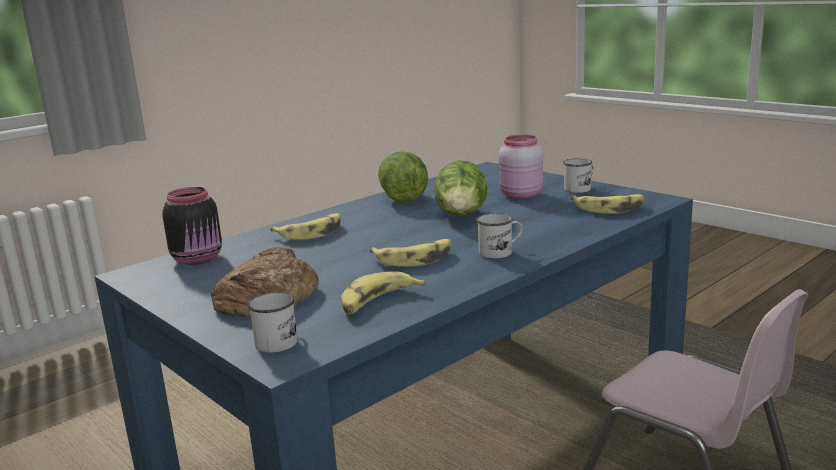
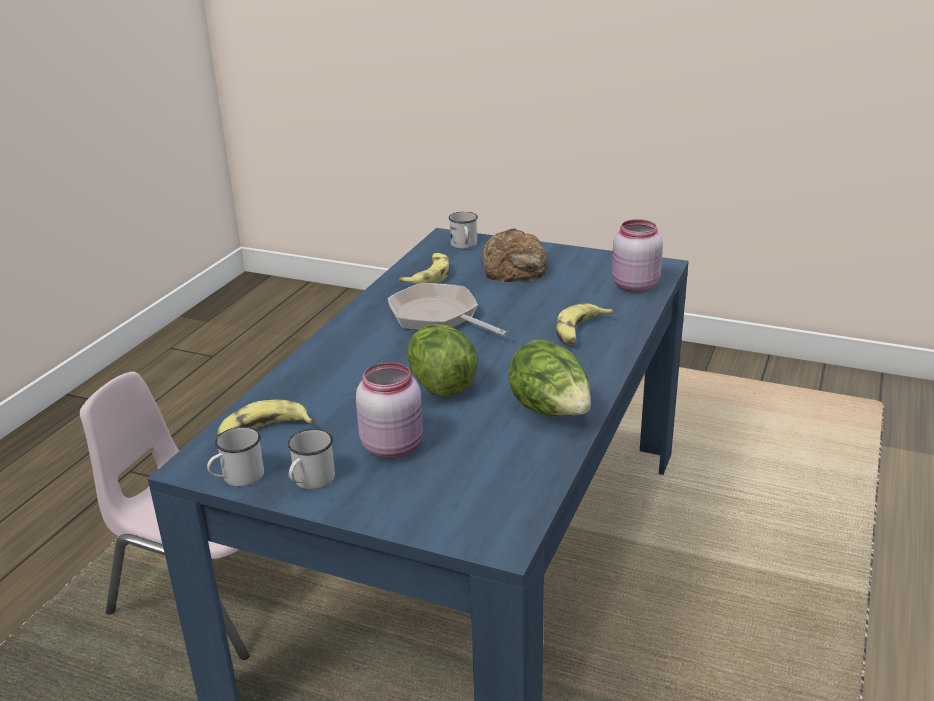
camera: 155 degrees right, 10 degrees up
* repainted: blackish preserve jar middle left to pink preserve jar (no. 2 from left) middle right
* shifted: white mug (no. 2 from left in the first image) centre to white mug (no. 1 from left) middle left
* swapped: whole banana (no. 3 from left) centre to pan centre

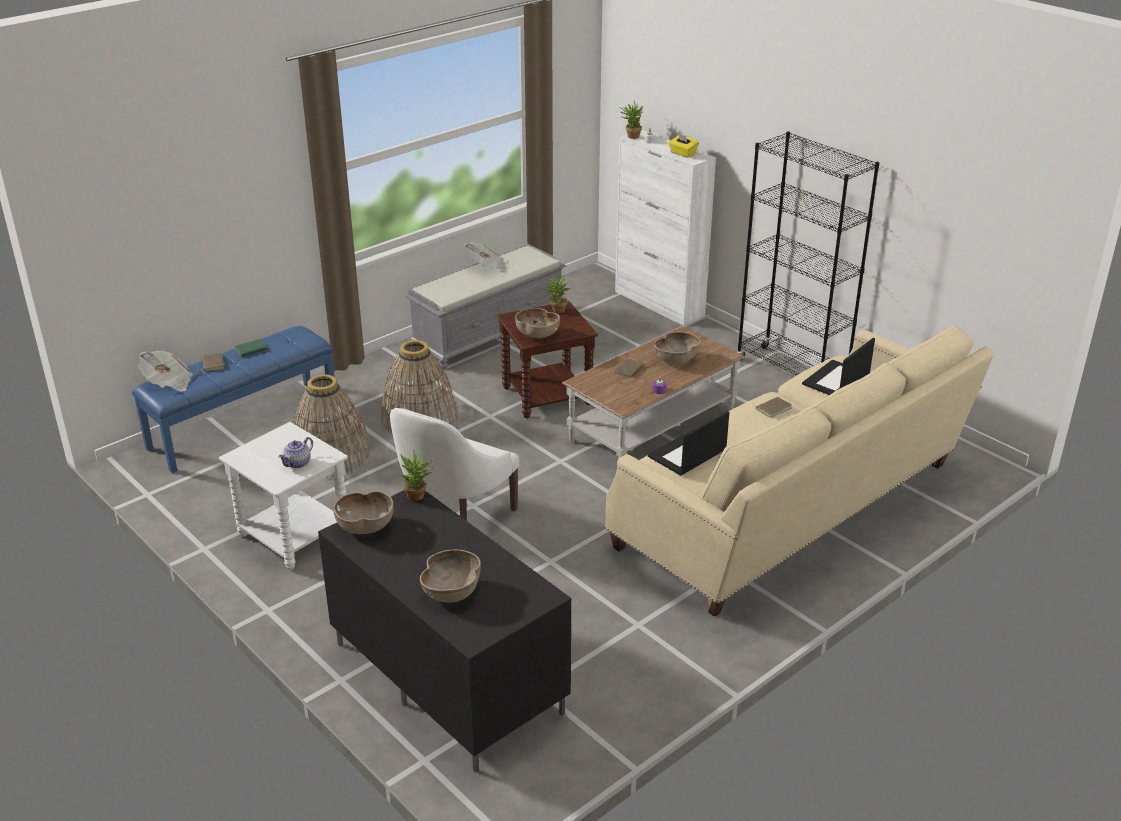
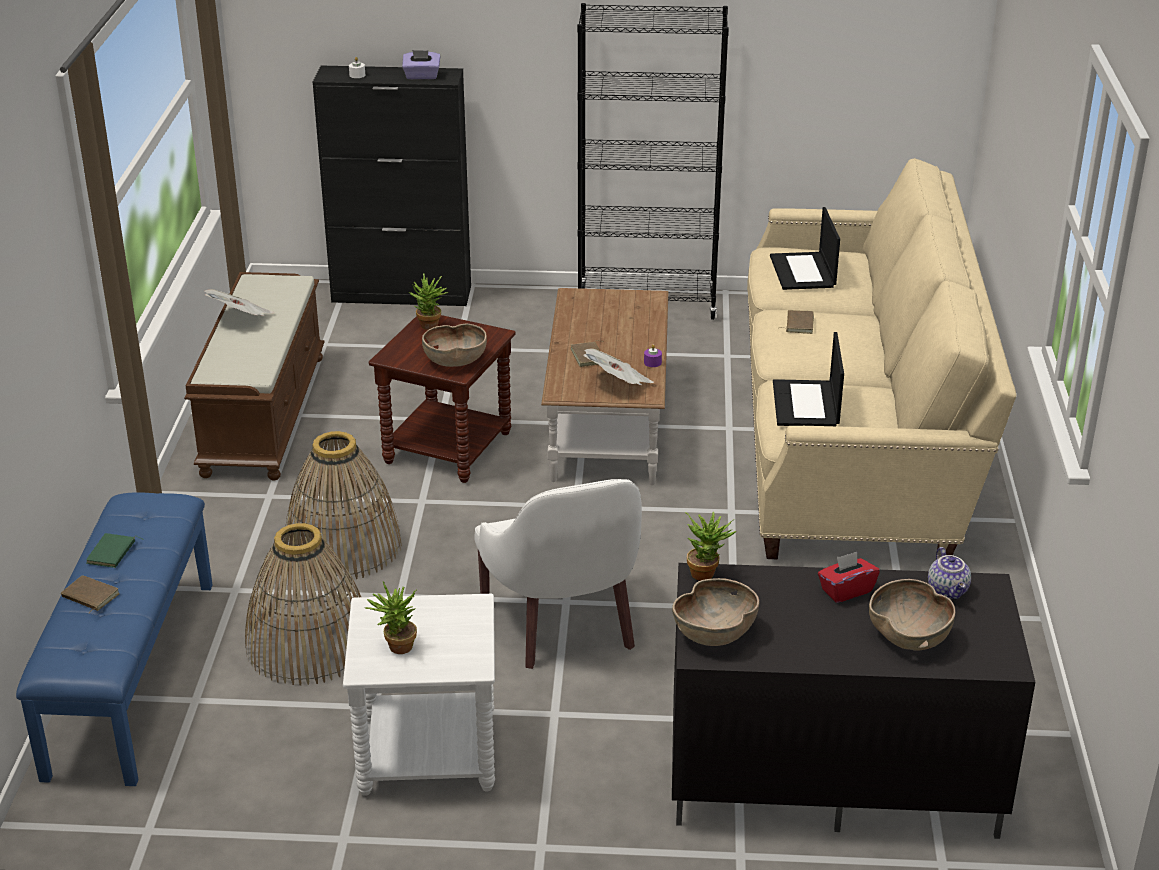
camera: 45 degrees left, 0 degrees up
* shifted: potted plant (no. 3 from left in the first image) top centre to potted plant (no. 1 from left) bottom centre
* repainted: white storage cabinet top centre to blackish storage cabinet top centre
* repainted: yellow-coloured tissue holder top centre to purplish tissue holder top centre
* repainted: grey indoor bench centre to brown-coloured indoor bench middle left
* gone: brown-coloured bowl (no. 4 from left) centre
* shifted: printed paper (no. 1 from left in the first image) middle left to printed paper (no. 2 from left) centre
* shifted: pot for tea middle left to middle right
* new: reddish tissue holder middle right

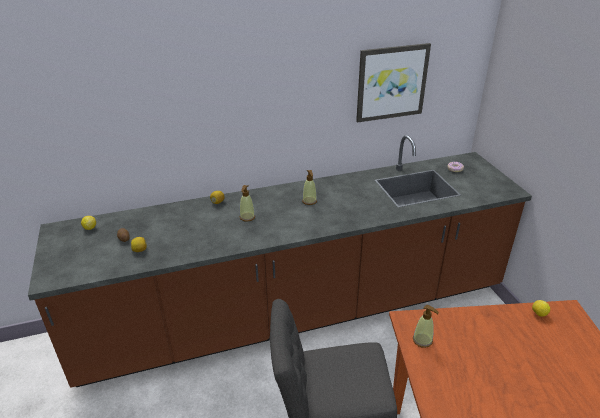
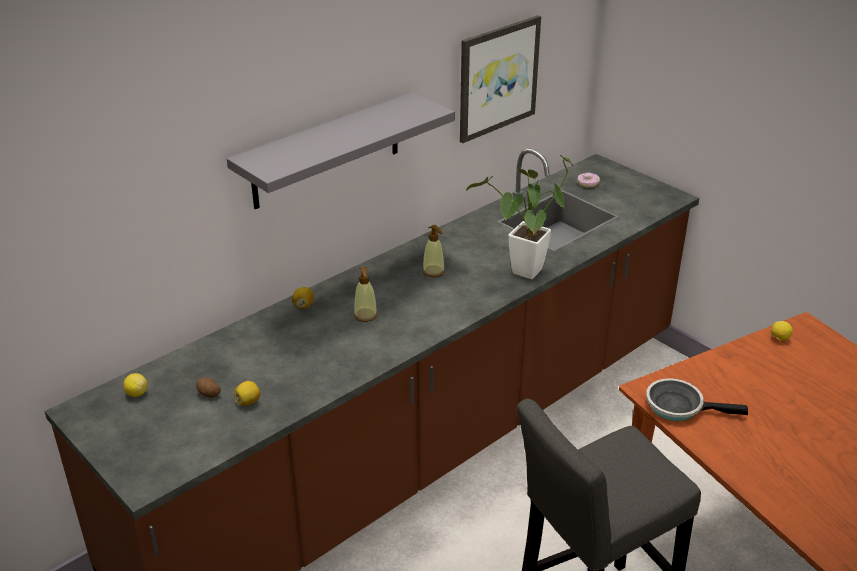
camera: 25 degrees left, 0 degrees up
* swapped: liquid soap bottle (no. 3 from left) bottom right to pan bottom right
* new: grey shelf top centre
* new: potted plant centre

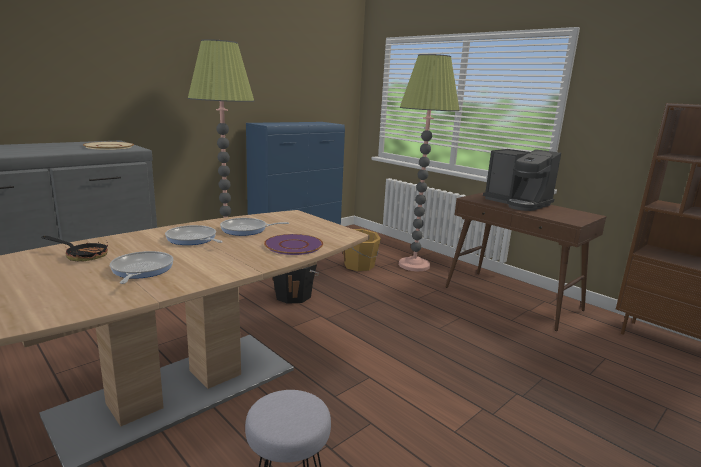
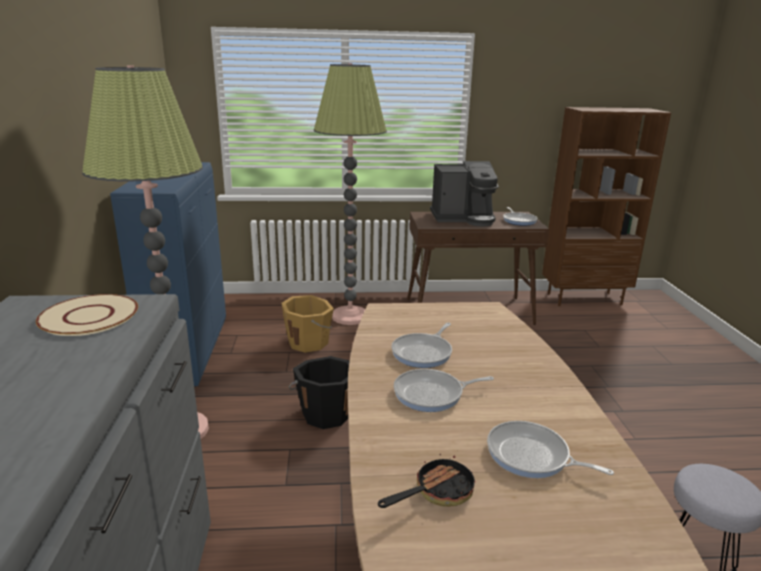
camera: 50 degrees left, 5 degrees up
* gone: purplish flat dish centre
* new: pan (no. 4 from left) middle right

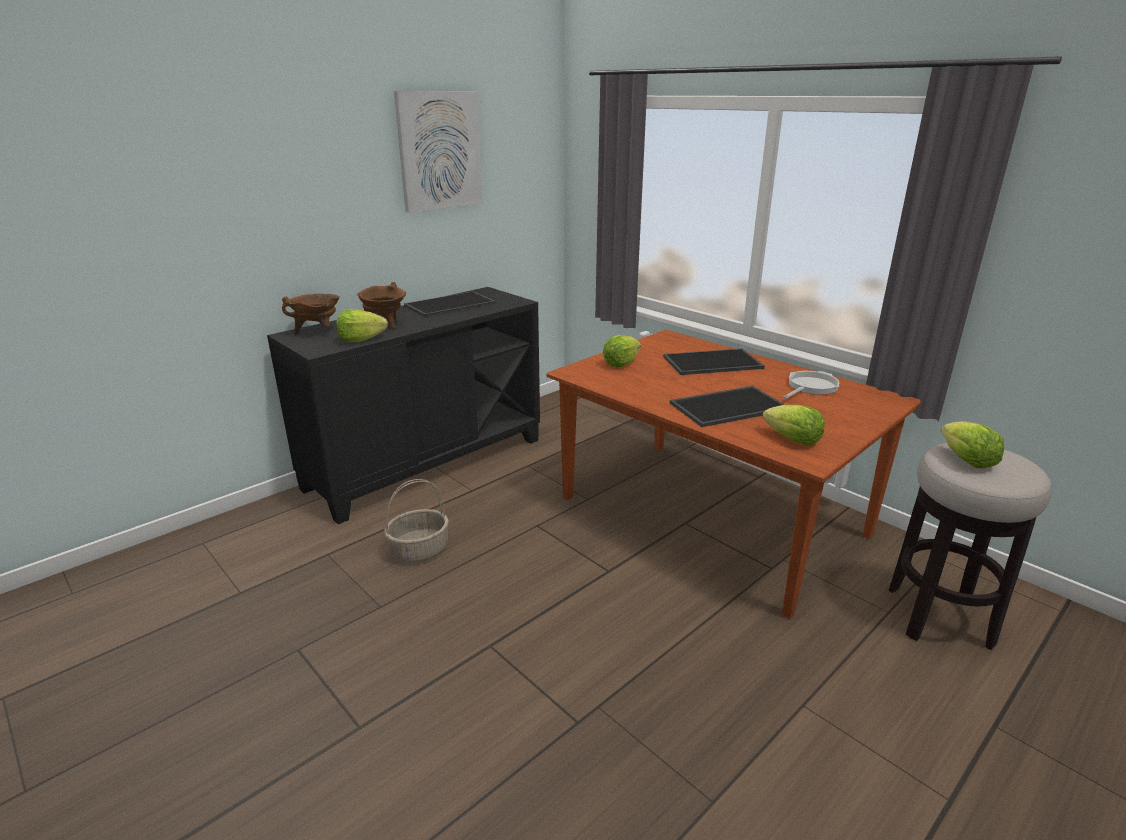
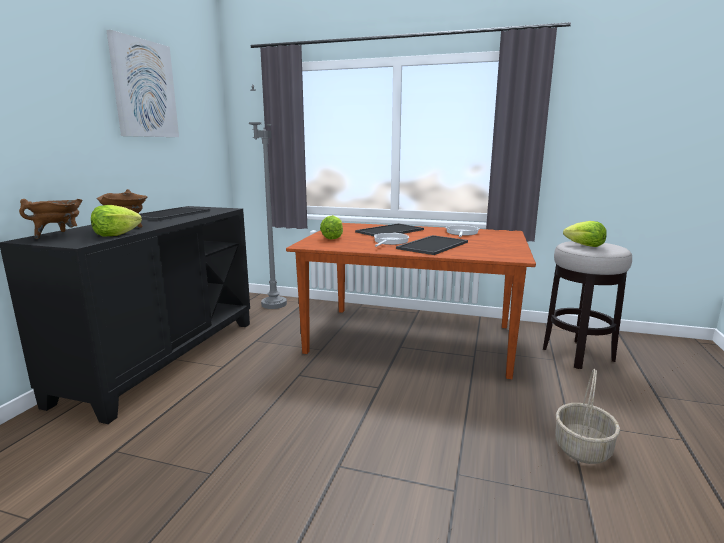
camera: 30 degrees left, 10 degrees down
* gone: lettuce head (no. 3 from left) middle right
* shifted: household basket centre to bottom right
* new: grey standing lamp centre
* new: pan (no. 1 from left) centre

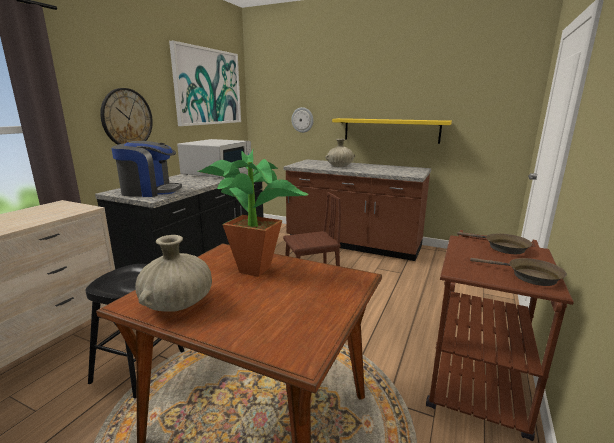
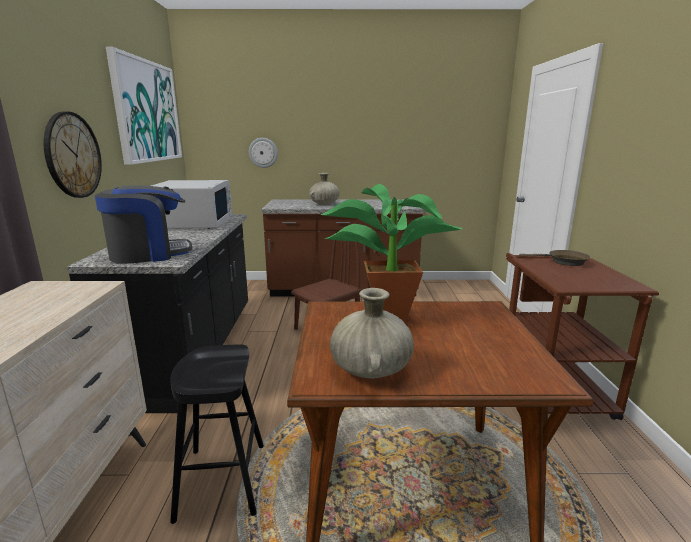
camera: 25 degrees left, 0 degrees up
* gone: yellow-coloured shelf top centre
* gone: brown-coloured pan (no. 2 from left) middle right

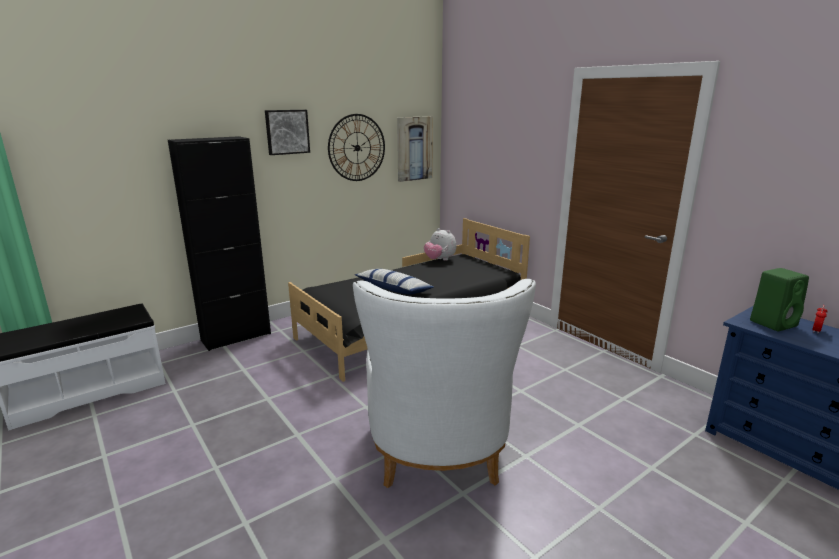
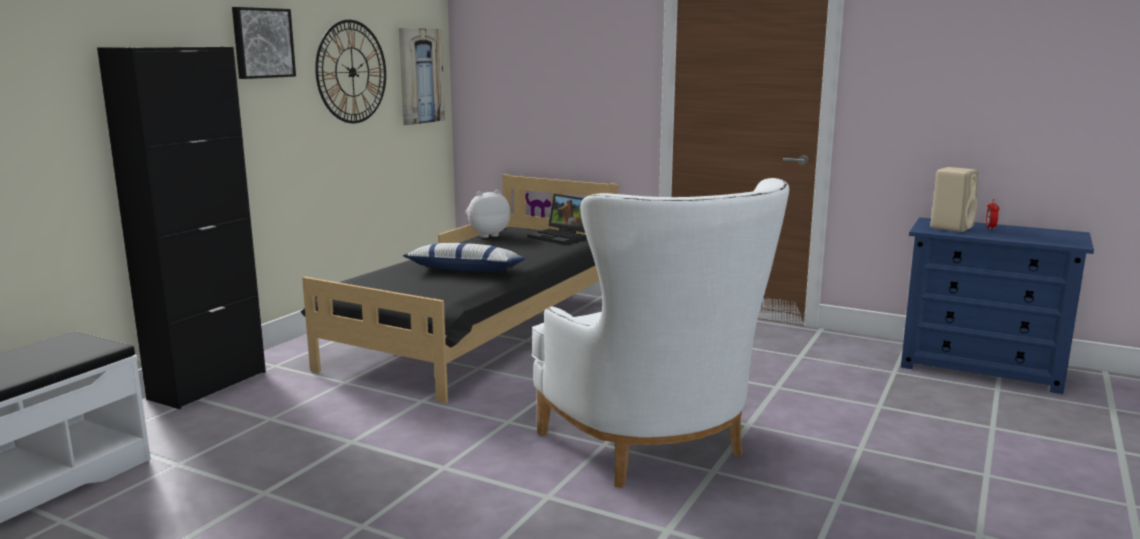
camera: 25 degrees left, 5 degrees down
* rotated: soft toy centre = centre 135 degrees clockwise
* repainted: green-coloured loudspeaker middle right to beige loudspeaker middle right
* new: portable computer centre

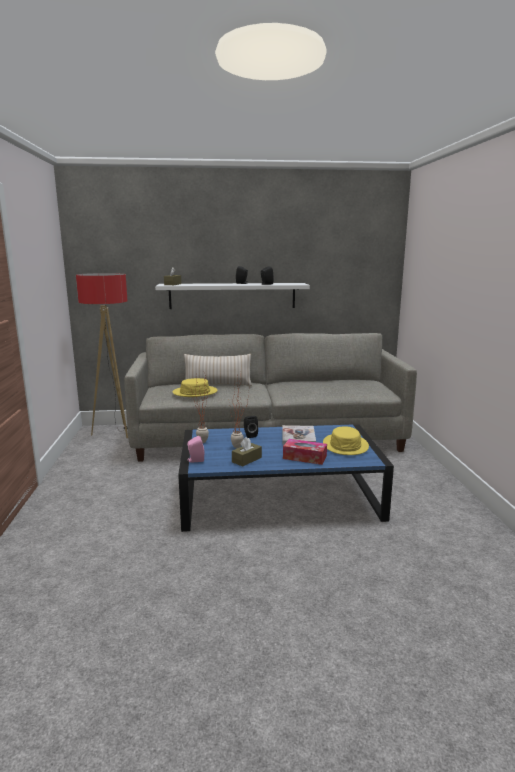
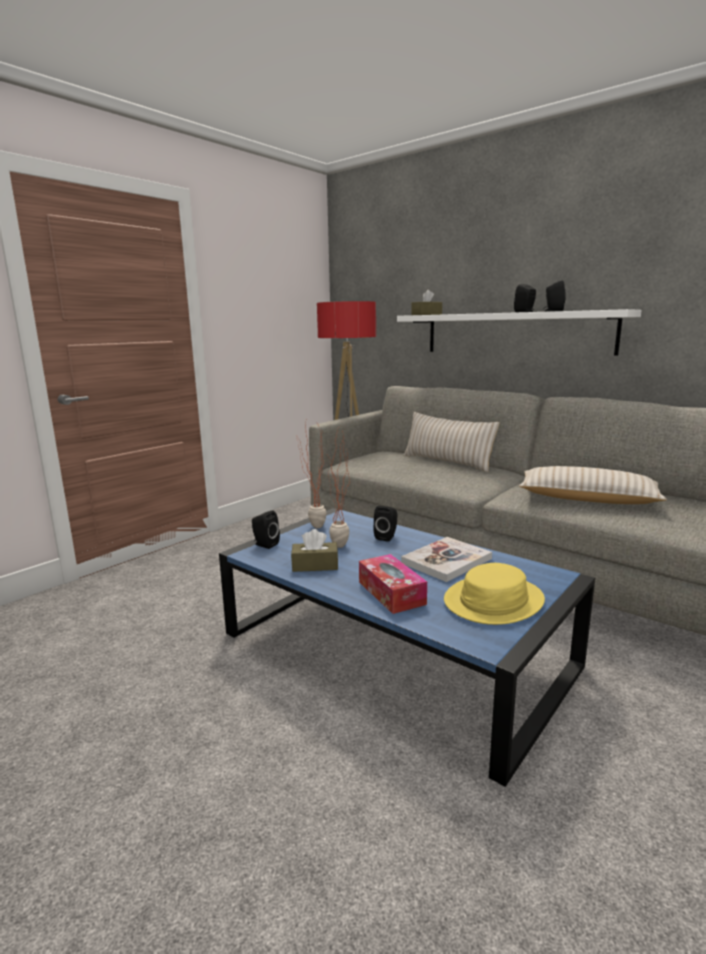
camera: 45 degrees right, 0 degrees up
* gone: yellow-coloured clothing hat (no. 1 from left) centre
* repainted: pink loudspeaker centre to blackish loudspeaker (no. 1 from left) centre
* new: beige throw pillow (no. 2 from left) middle right

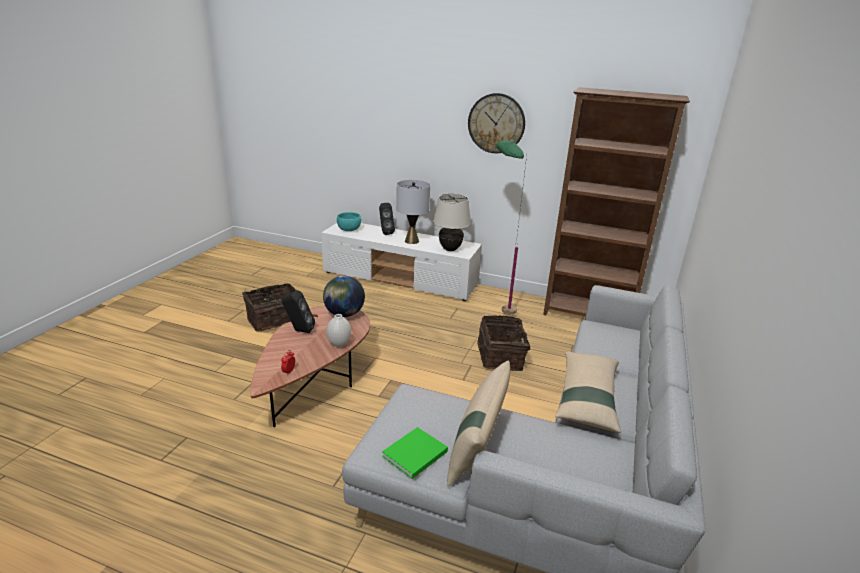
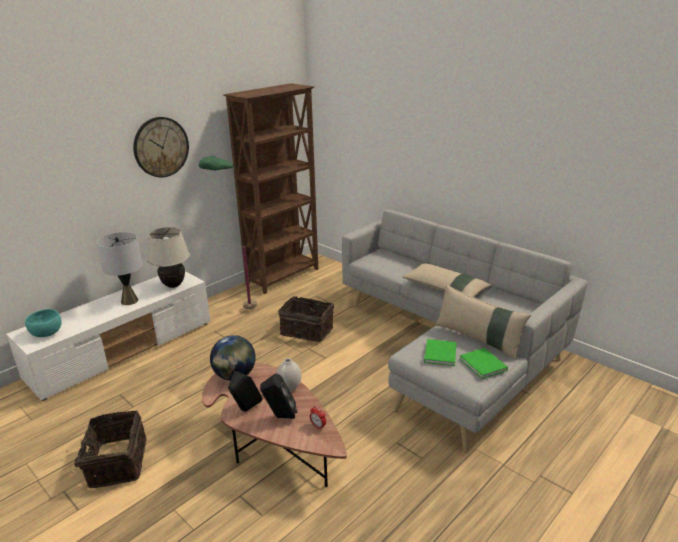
camera: 65 degrees left, 0 degrees up
* shifted: blackish loudspeaker (no. 2 from left) centre to bottom centre
* new: green-coloured volume (no. 1 from left) centre

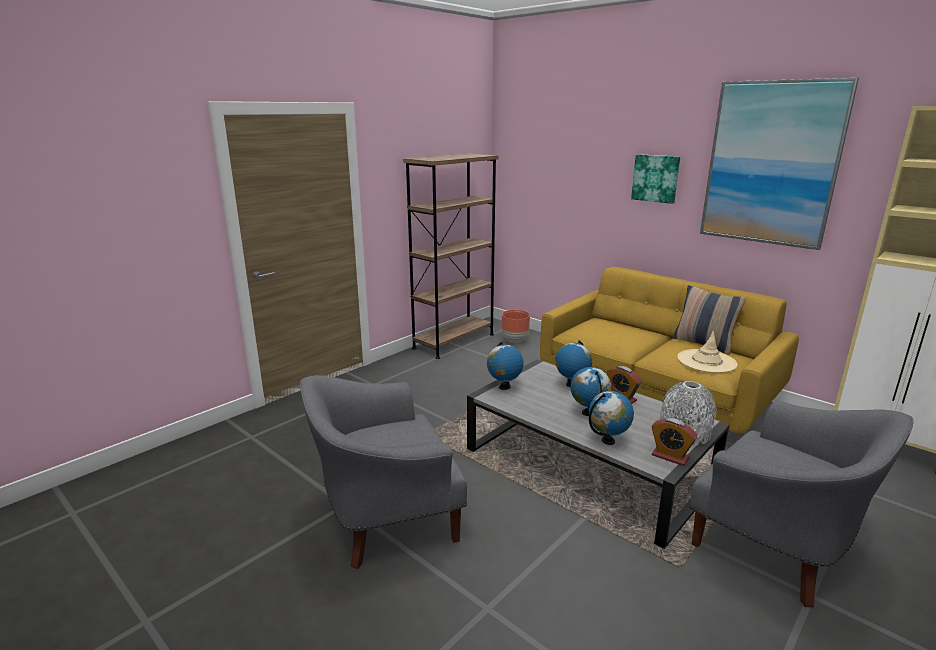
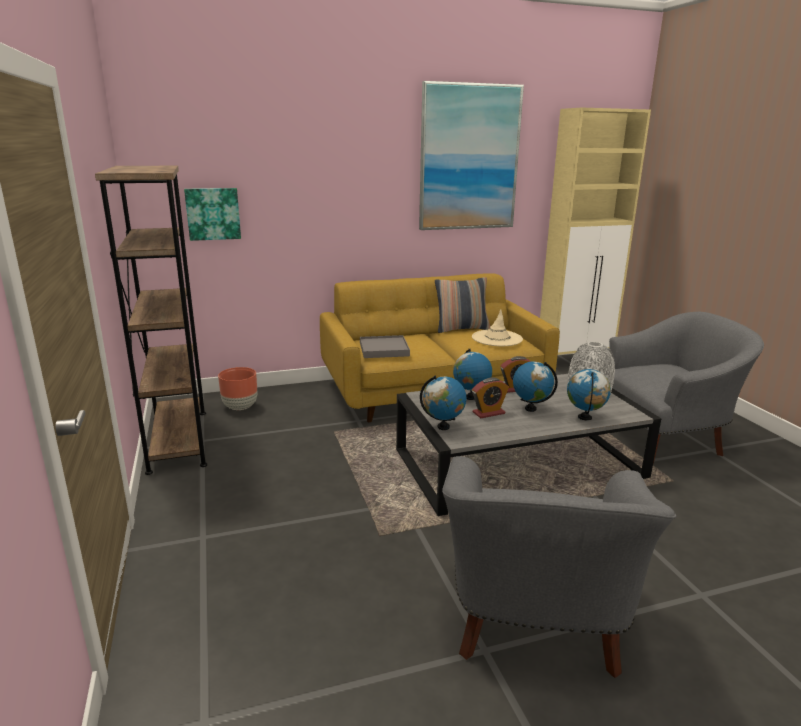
camera: 60 degrees left, 0 degrees up
* shifted: wall art (no. 1 from left) top right to top left
* shifted: alarm clock (no. 2 from left in the first image) bottom right to alarm clock (no. 1 from left) centre
* new: grey carrying tray centre

